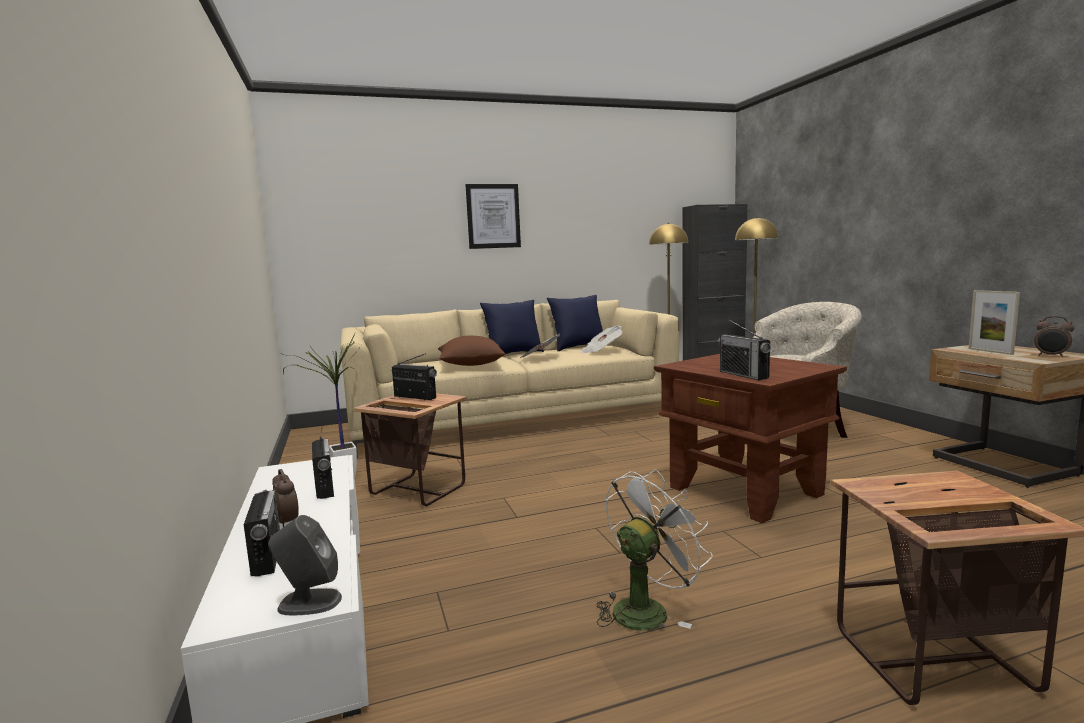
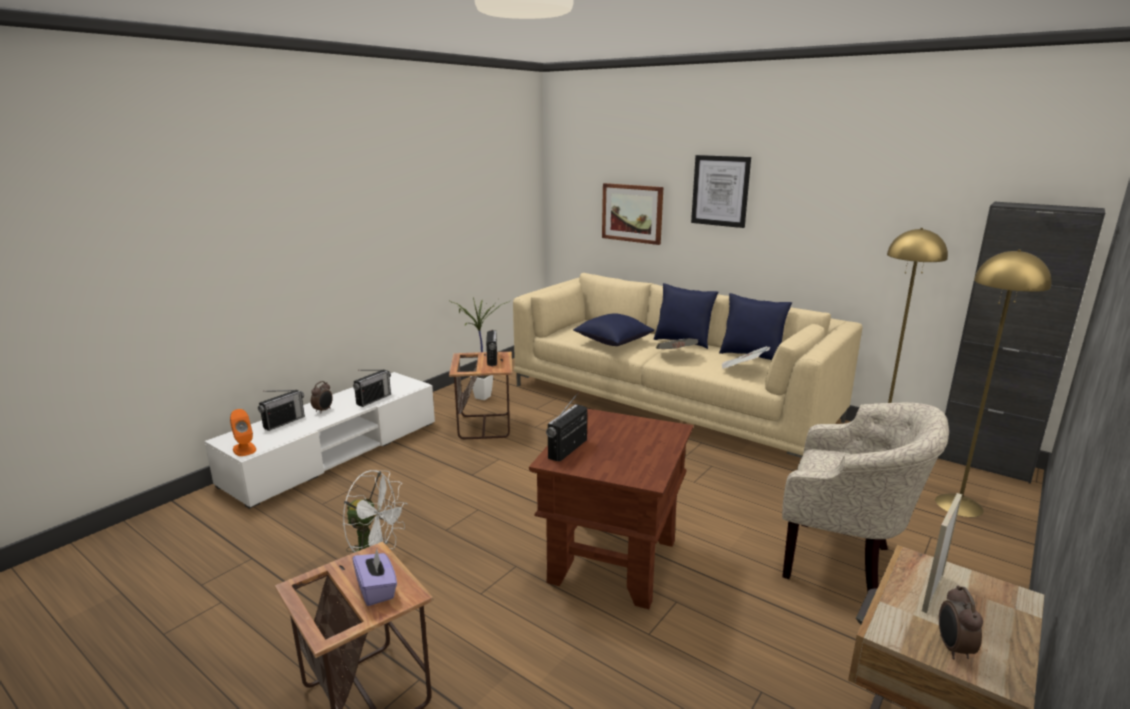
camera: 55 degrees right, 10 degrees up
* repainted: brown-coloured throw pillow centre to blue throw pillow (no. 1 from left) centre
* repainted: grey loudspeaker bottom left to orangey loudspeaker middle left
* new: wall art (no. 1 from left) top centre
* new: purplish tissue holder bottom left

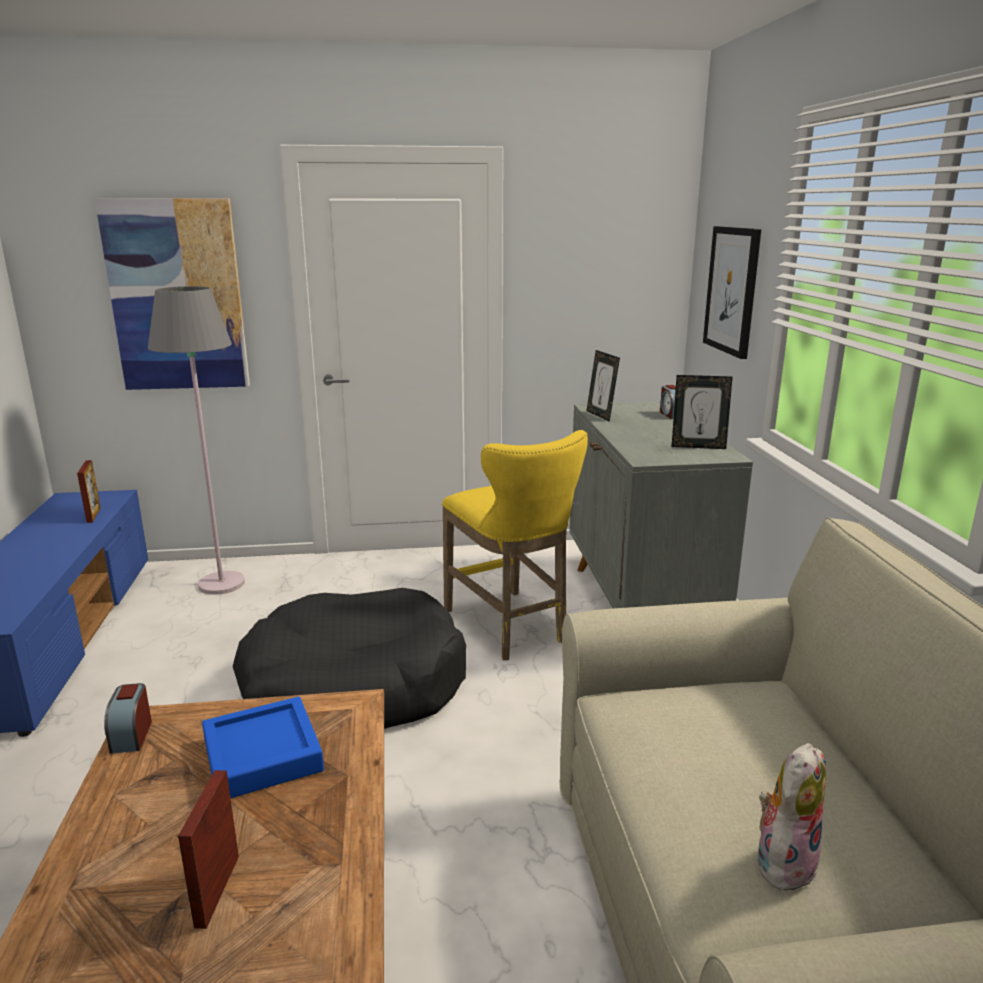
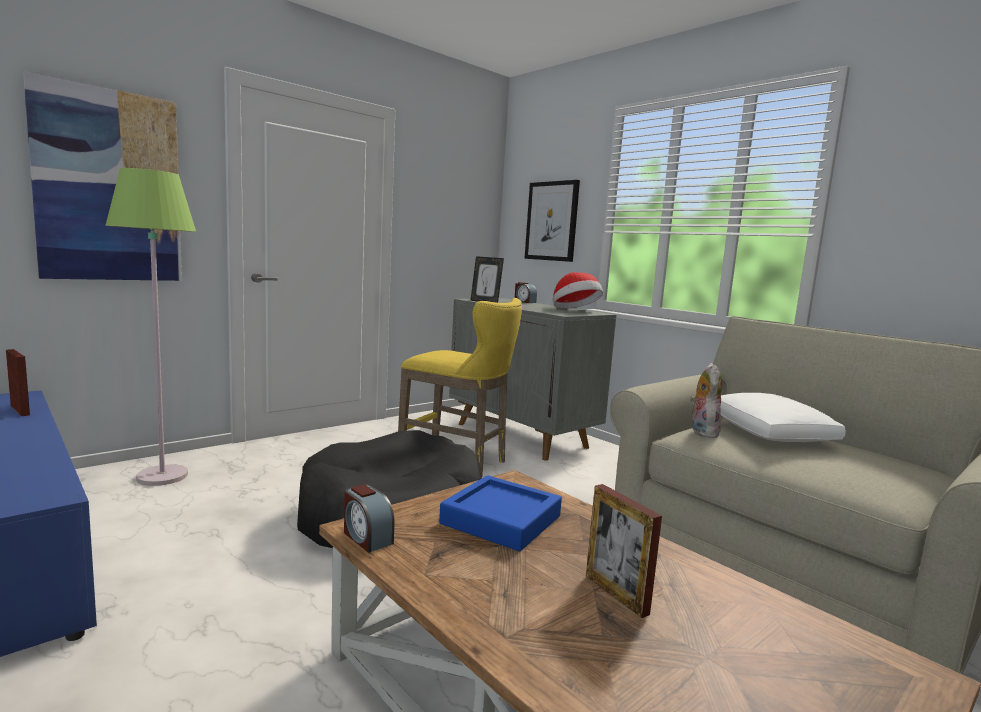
camera: 35 degrees left, 10 degrees down
* repainted: grey standing lamp middle left to green-coloured standing lamp middle left
* swapped: standing frame (no. 4 from left) middle right to clothing hat centre
* shifted: soft toy bottom right to middle right
* new: white throw pillow middle right

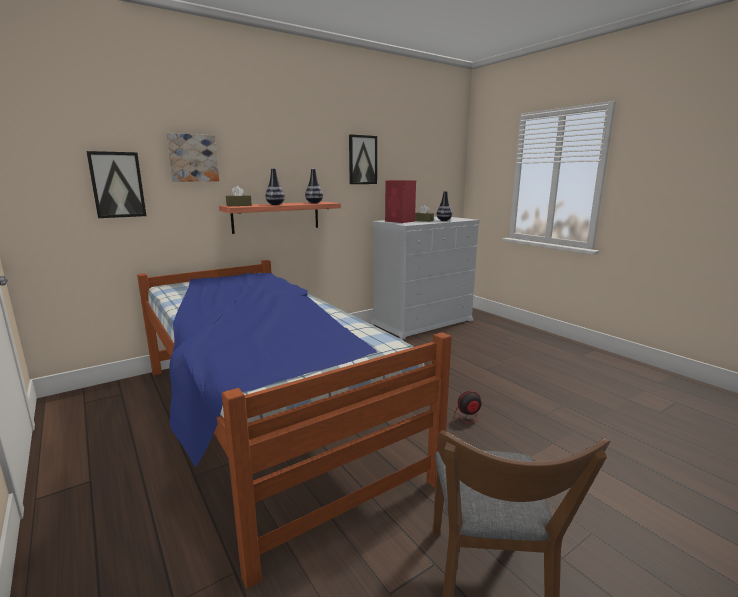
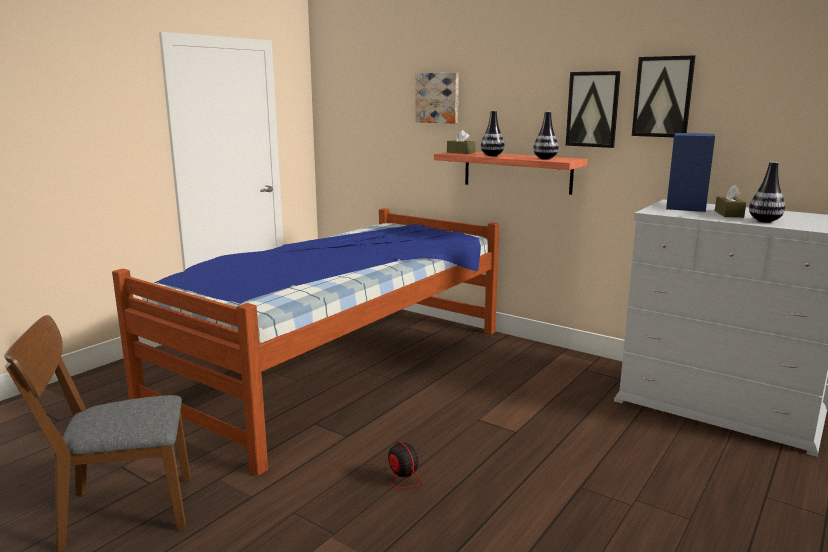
camera: 70 degrees right, 0 degrees up
* shifted: wall art (no. 1 from left in the first image) top left to wall art (no. 2 from left) top right
* repainted: reddish loudspeaker centre to blue loudspeaker top right

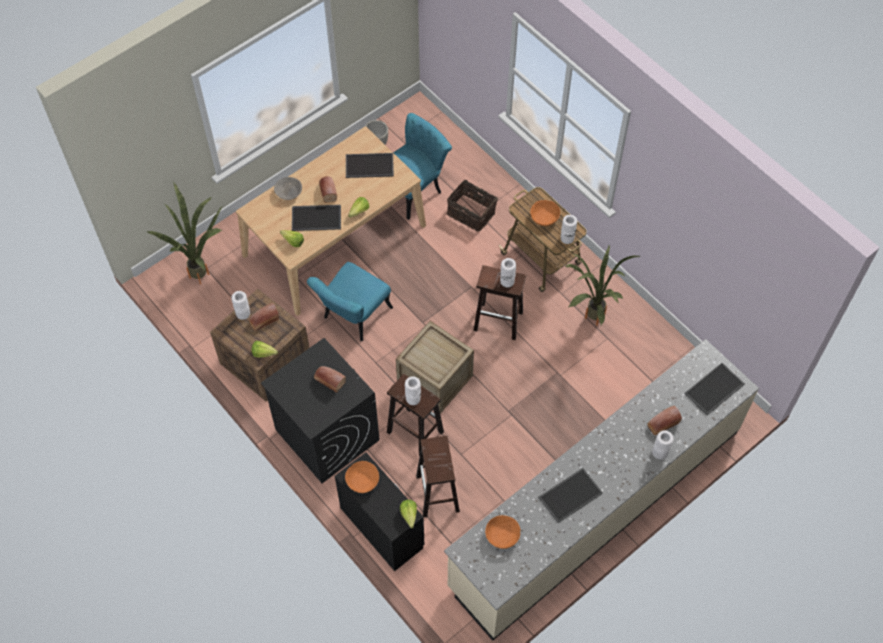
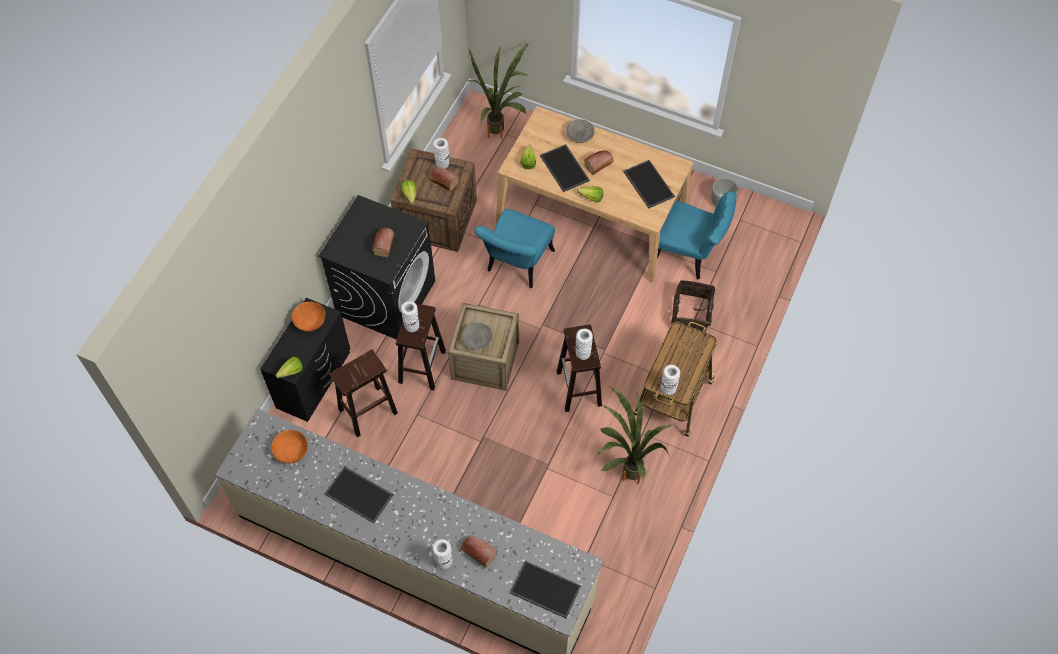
camera: 65 degrees right, 0 degrees up
* gone: orangey bowl (no. 3 from left) top centre
* rotated: blue-green chair (no. 1 from left) centre = centre 75 degrees counterclockwise
* new: grey bowl (no. 1 from left) centre

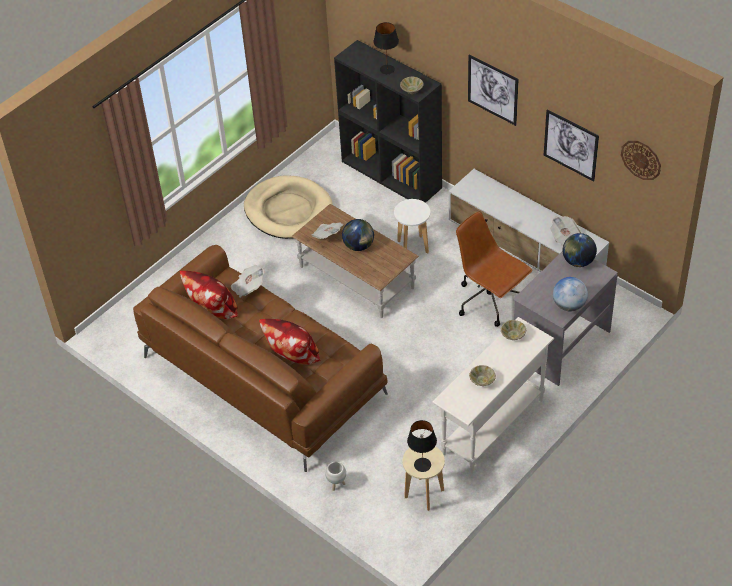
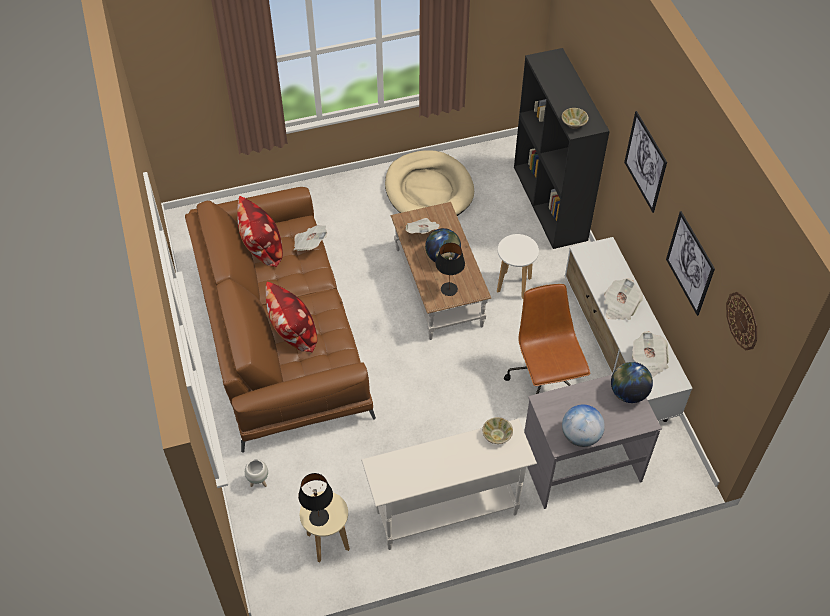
camera: 30 degrees right, 5 degrees up
* shifted: blackish table lamp (no. 1 from left in the first image) top centre to blackish table lamp (no. 2 from left) centre
* gone: beige bowl (no. 2 from left) centre
* new: printed paper (no. 3 from left) middle right

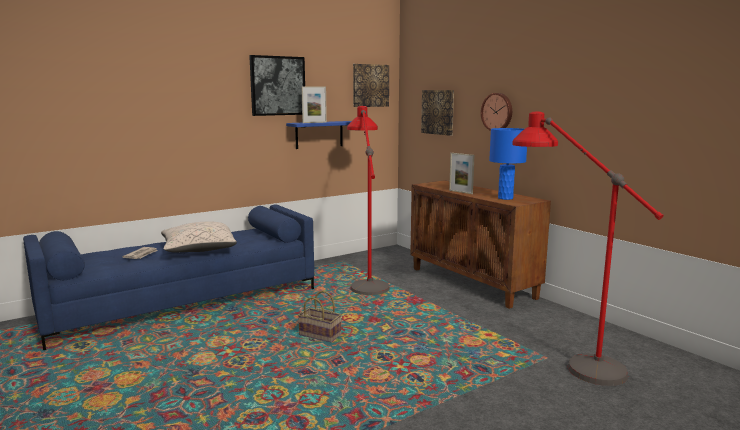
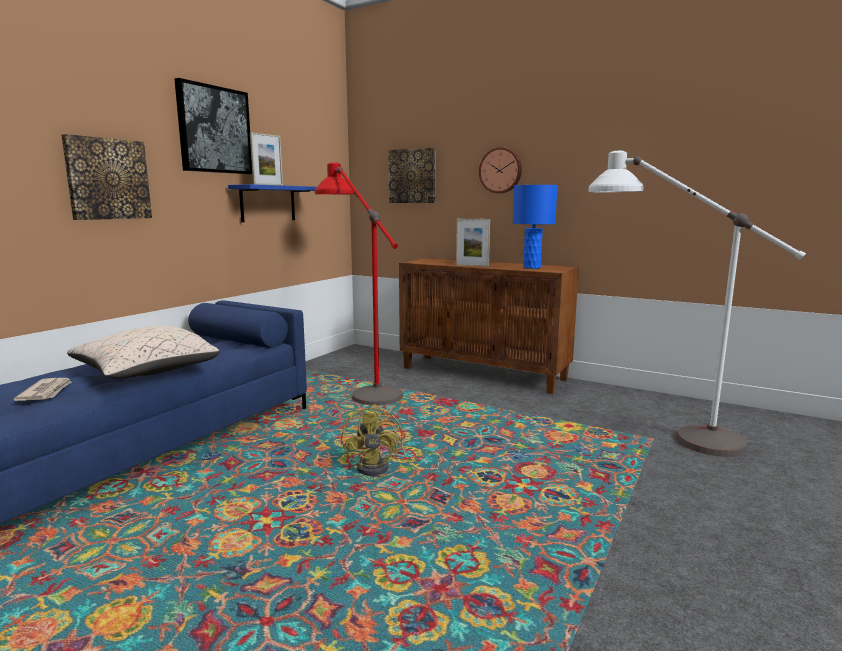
camera: 25 degrees left, 0 degrees up
* shifted: wall art (no. 2 from left in the first image) top centre to wall art (no. 1 from left) top left
* repainted: reddish standing lamp (no. 2 from left) middle right to white standing lamp middle right
* swapped: household basket bottom centre to yellow-coloured cooling fan bottom centre

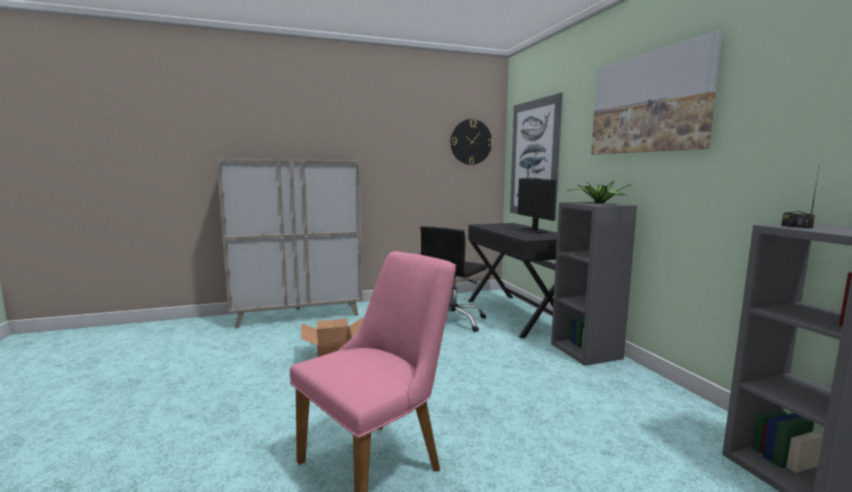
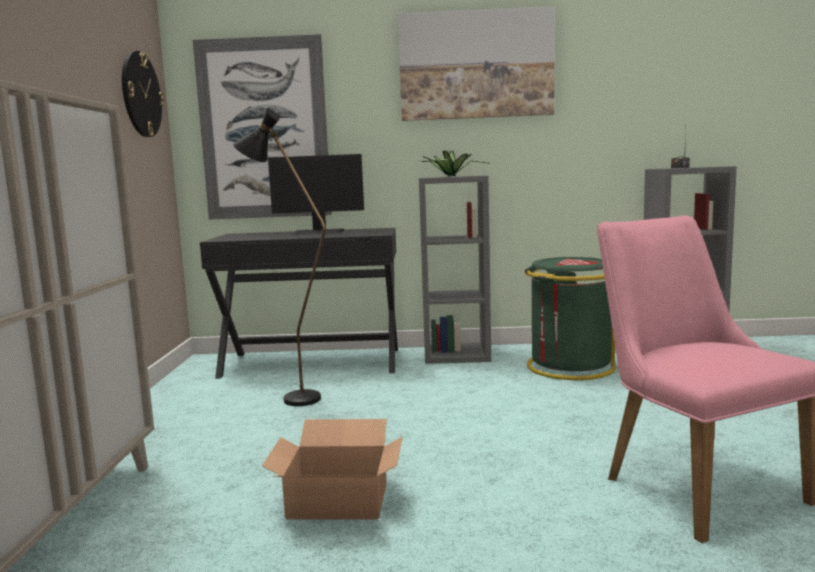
camera: 70 degrees left, 0 degrees up
* swapped: blackish desk chair centre to blackish standing lamp centre
* new: green-coloured trash can middle right

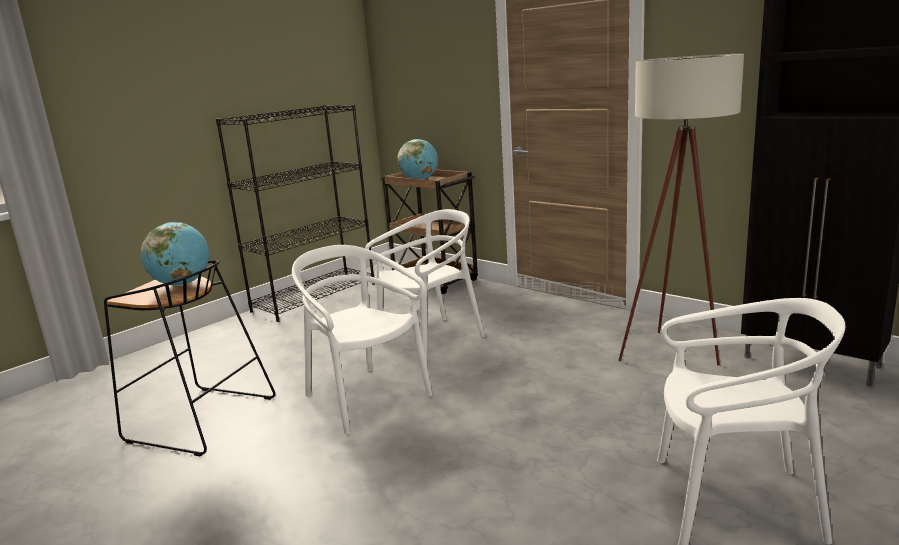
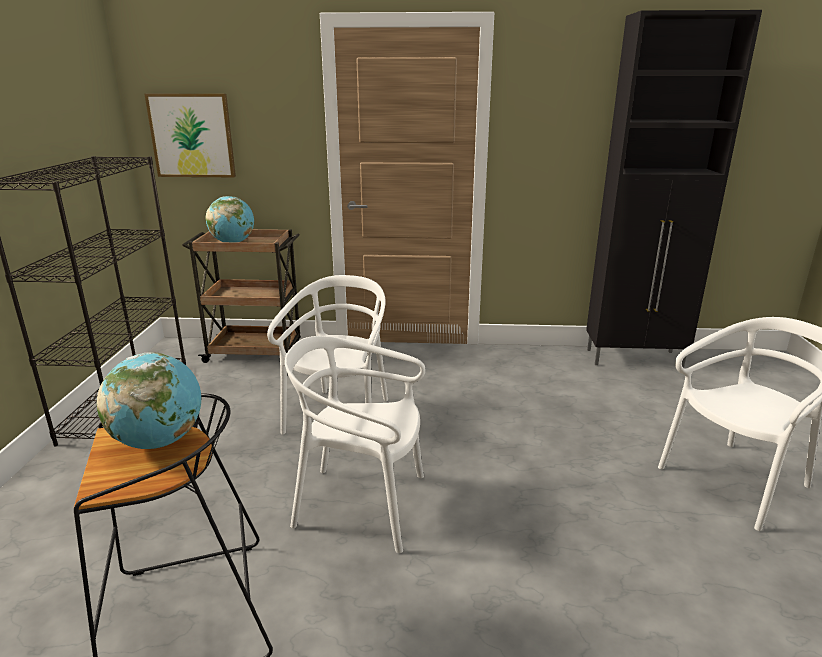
camera: 40 degrees left, 5 degrees up
* gone: beige standing lamp middle right
* new: wall art top left

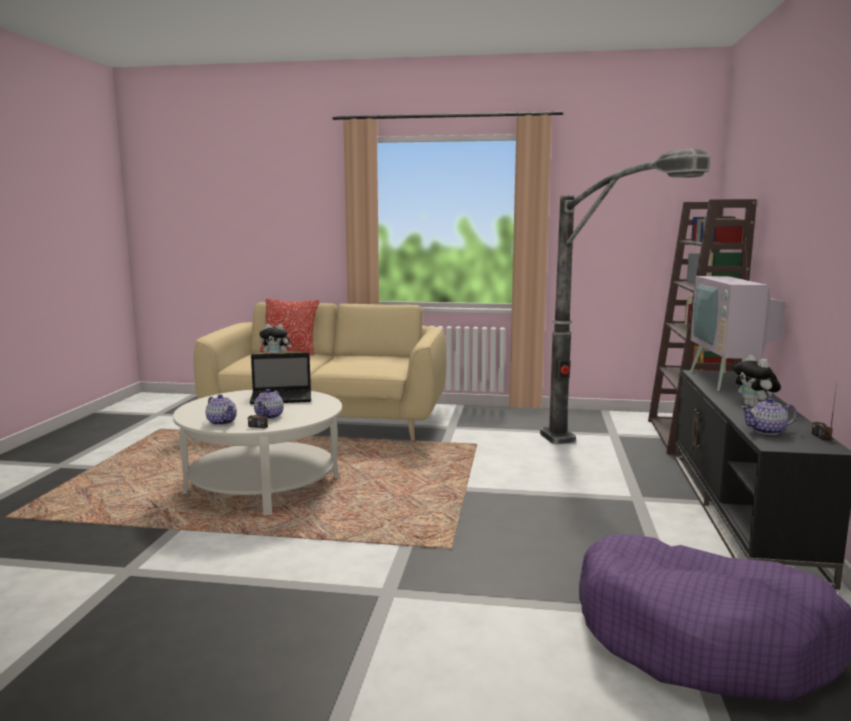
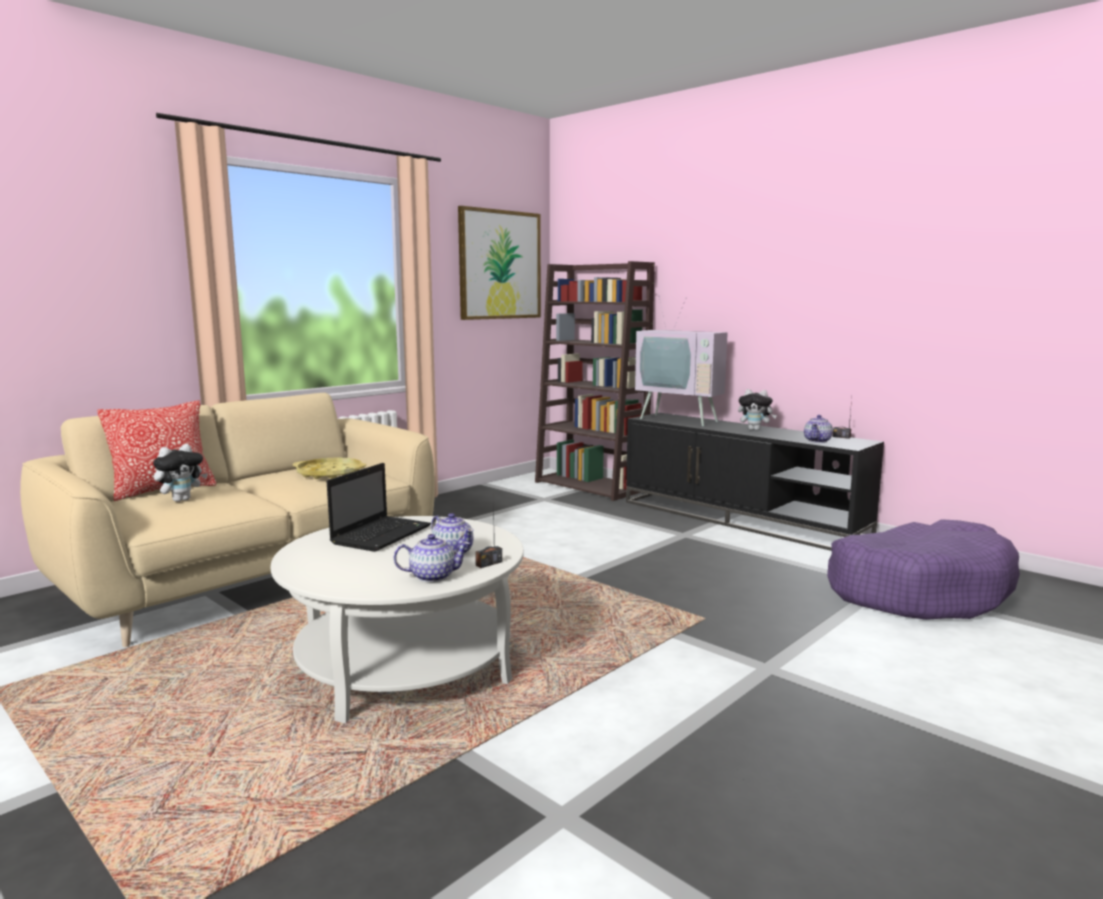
camera: 55 degrees left, 0 degrees up
* gone: standing lamp middle right
* new: wall art top centre
* new: yellow-coloured carrying tray middle left

